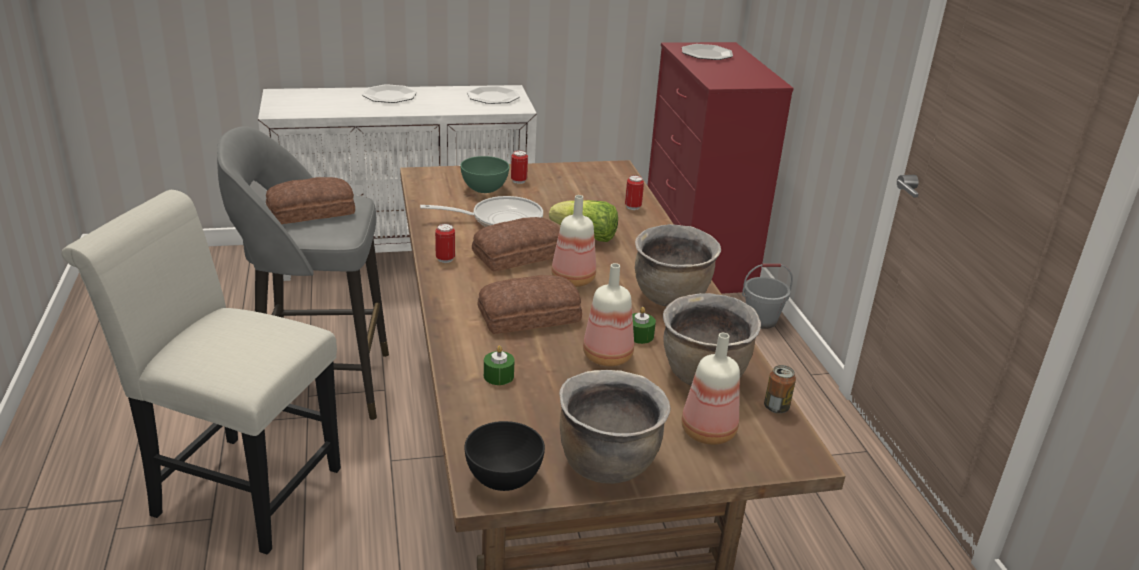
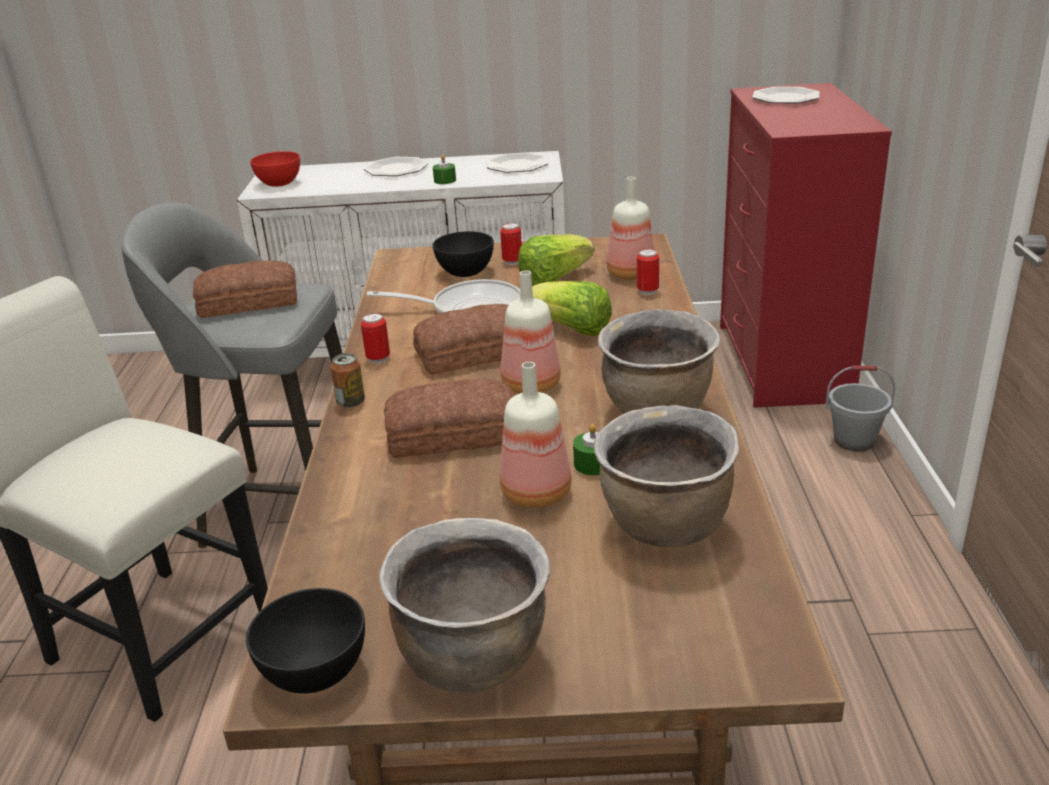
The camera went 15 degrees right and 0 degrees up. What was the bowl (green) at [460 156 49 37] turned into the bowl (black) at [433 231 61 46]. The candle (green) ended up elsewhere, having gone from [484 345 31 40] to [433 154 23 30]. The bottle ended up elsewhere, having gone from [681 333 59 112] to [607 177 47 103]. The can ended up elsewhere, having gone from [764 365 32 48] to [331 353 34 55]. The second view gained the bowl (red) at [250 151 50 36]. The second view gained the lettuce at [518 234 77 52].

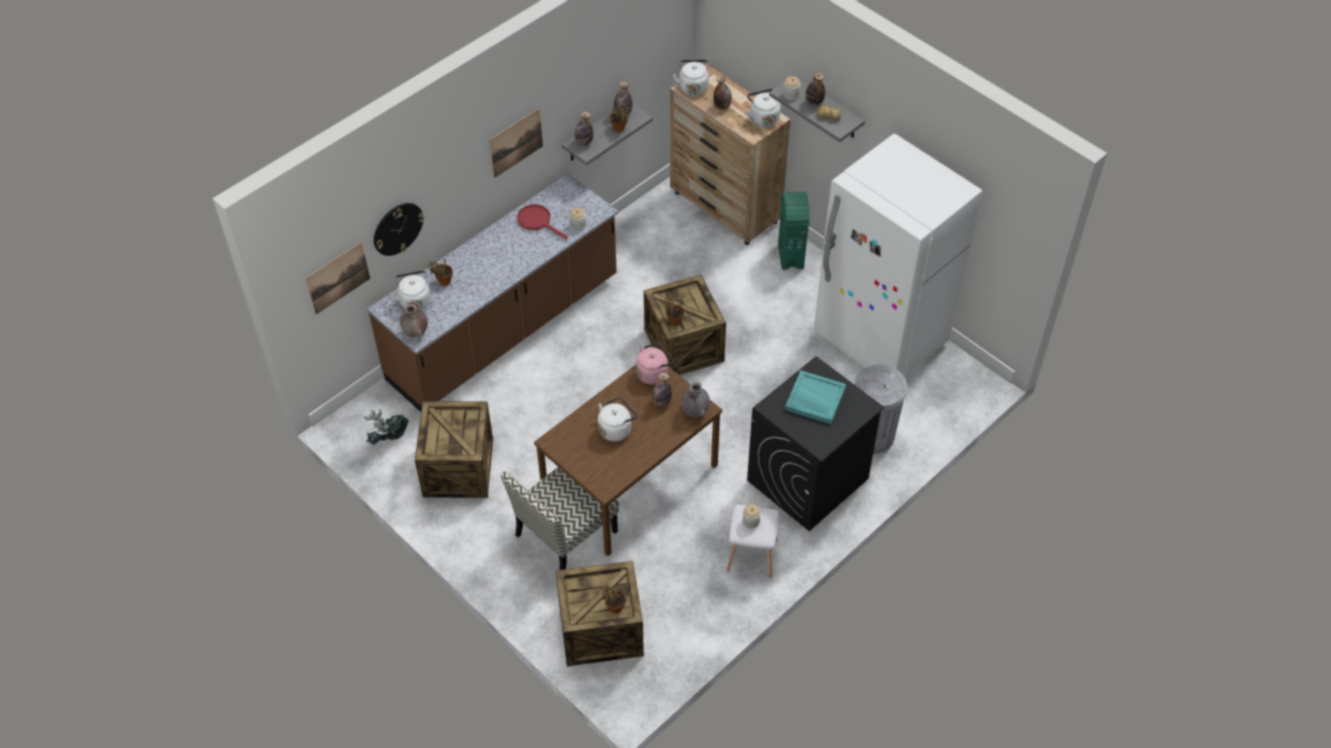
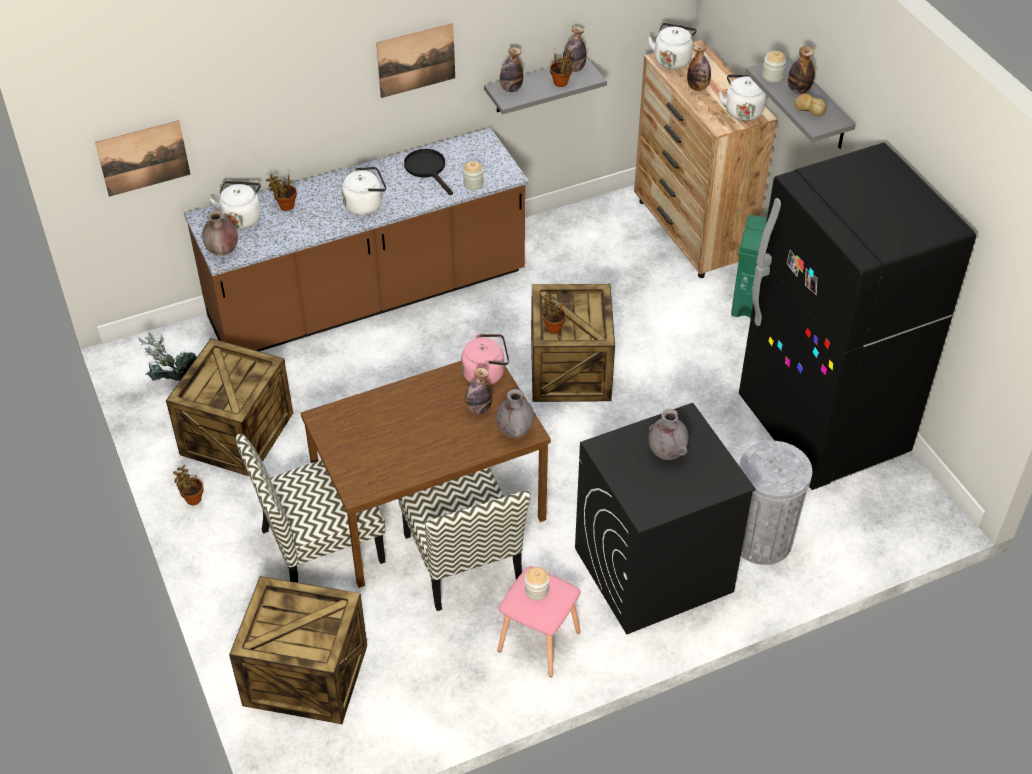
The camera went 20 degrees right and 5 degrees down. The second view lost the wall clock at [374 203 50 53]. What was the frying pan (red) at [517 204 51 35] turned into the frying pan (black) at [404 149 49 46]. The kettle (white) ended up elsewhere, having gone from [598 397 40 44] to [342 167 44 48]. The potted plant ended up elsewhere, having gone from [601 583 25 30] to [173 465 31 40]. What was the stool (white) at [726 504 53 74] turned into the stool (pink) at [497 566 84 111]. Where the tray (turquoise) stood at [785 370 61 54], the vase (grey) came to stand at [648 409 41 51]. What was the fridge (white) at [814 134 168 243] turned into the fridge (black) at [739 142 237 348]. The second view gained the chair at [398 467 133 144].

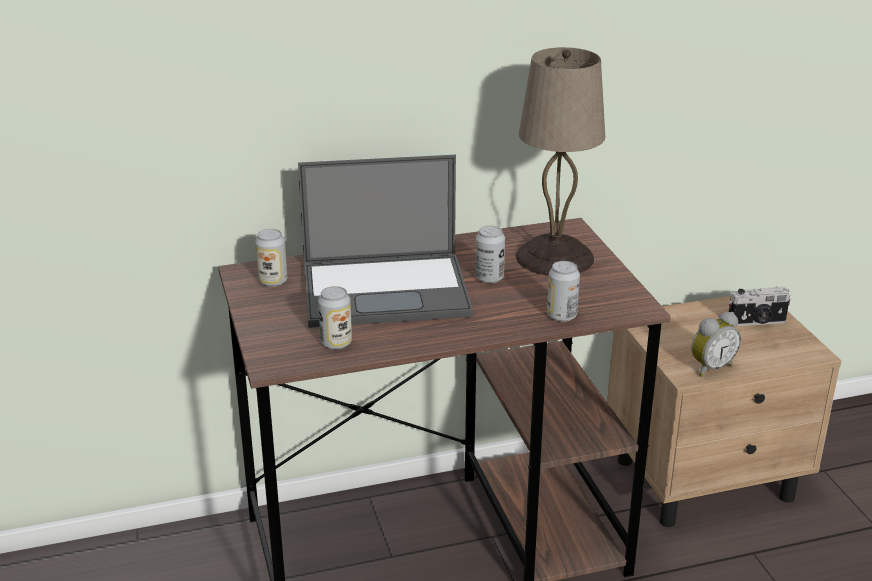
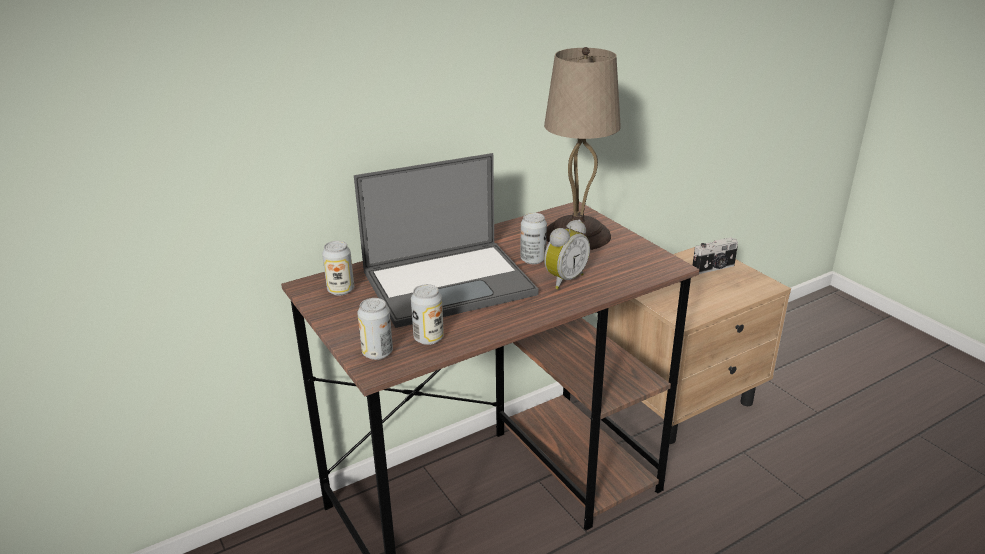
The camera went 15 degrees left and 0 degrees up. The can ended up elsewhere, having gone from [547 261 33 61] to [357 298 36 62]. The alarm clock ended up elsewhere, having gone from [691 312 50 65] to [544 220 46 69].

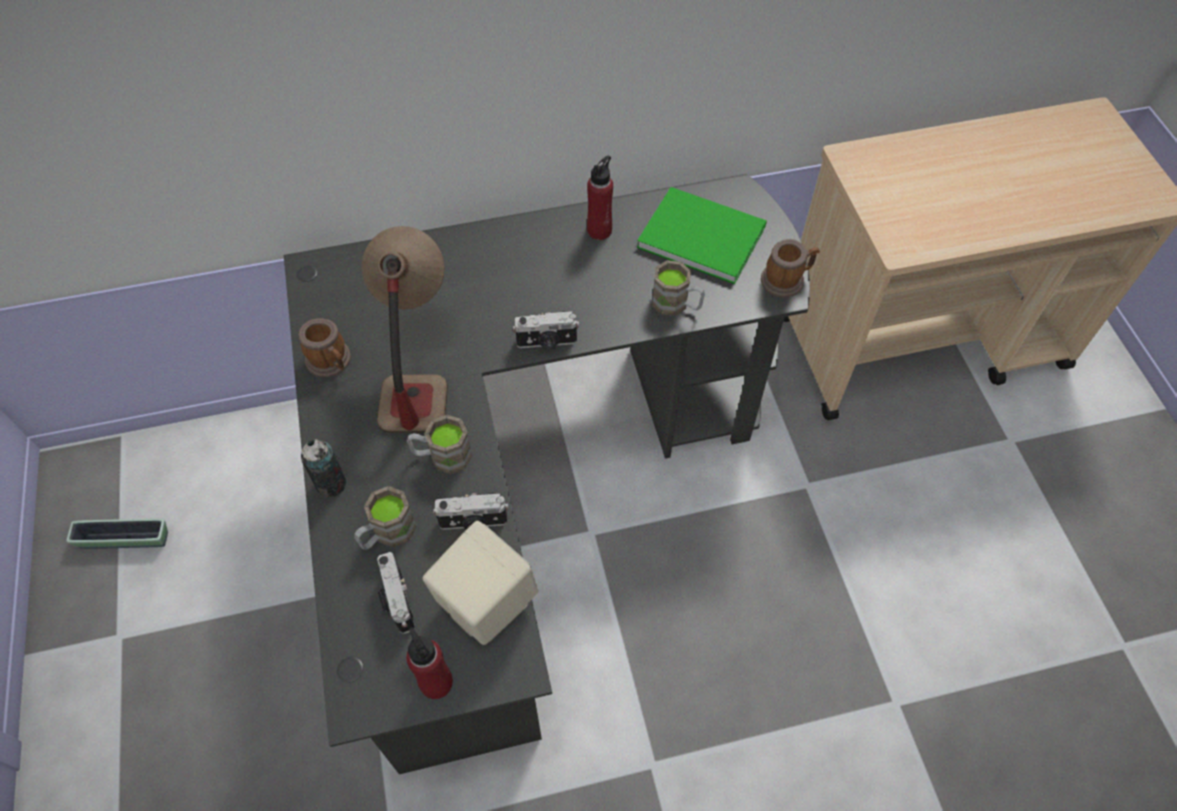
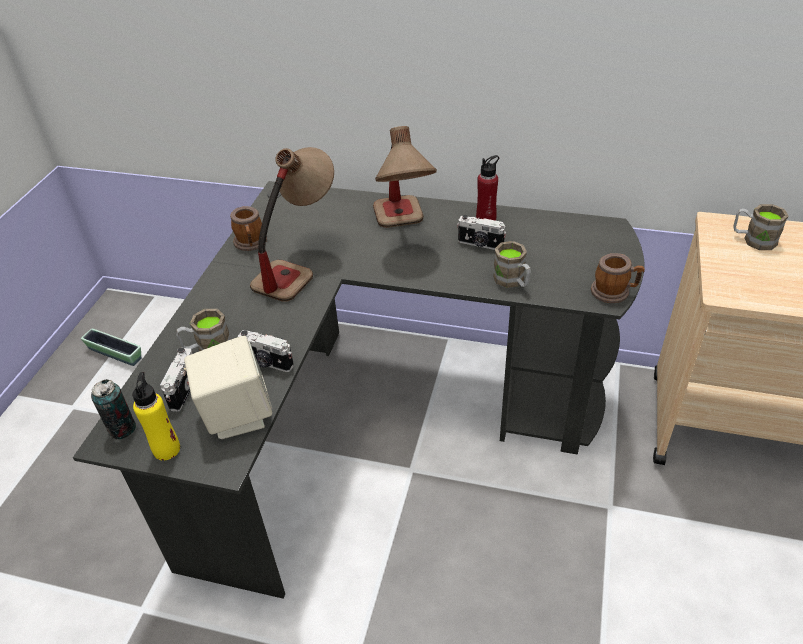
The camera went 30 degrees right and 15 degrees down. The can ended up elsewhere, having gone from [301 439 46 59] to [91 379 45 60]. What was the bottle (red) at [406 627 47 72] turned into the bottle (yellow) at [132 372 48 88]. The mug (brown) ended up elsewhere, having gone from [407 415 66 59] to [733 204 55 46]. The photo camera ended up elsewhere, having gone from [513 311 66 38] to [457 215 49 35]. The second view lost the book (green) at [637 187 130 97]. The second view gained the table lamp at [373 126 64 102].

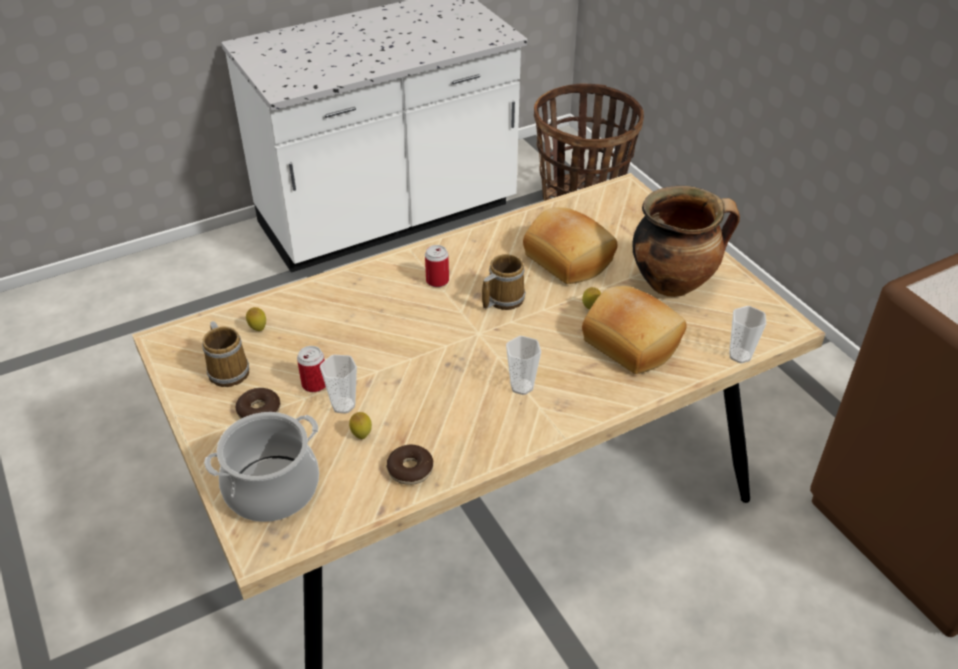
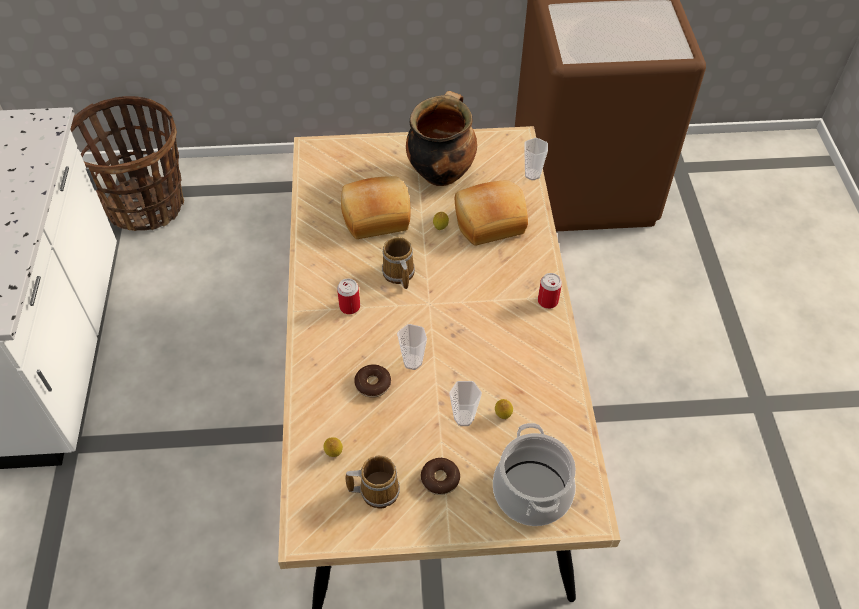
The camera went 65 degrees left and 10 degrees up. The can ended up elsewhere, having gone from [297 346 29 46] to [538 273 24 36]. The donut ended up elsewhere, having gone from [387 445 46 40] to [354 364 37 34]. The cup ended up elsewhere, having gone from [506 336 35 59] to [397 324 30 46].

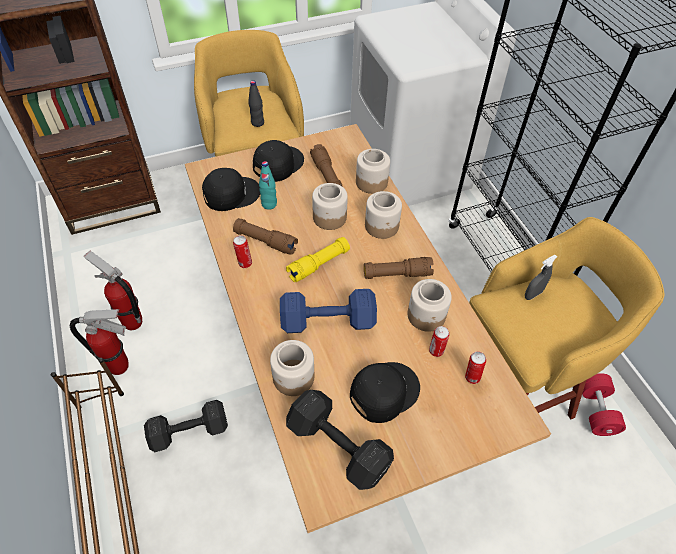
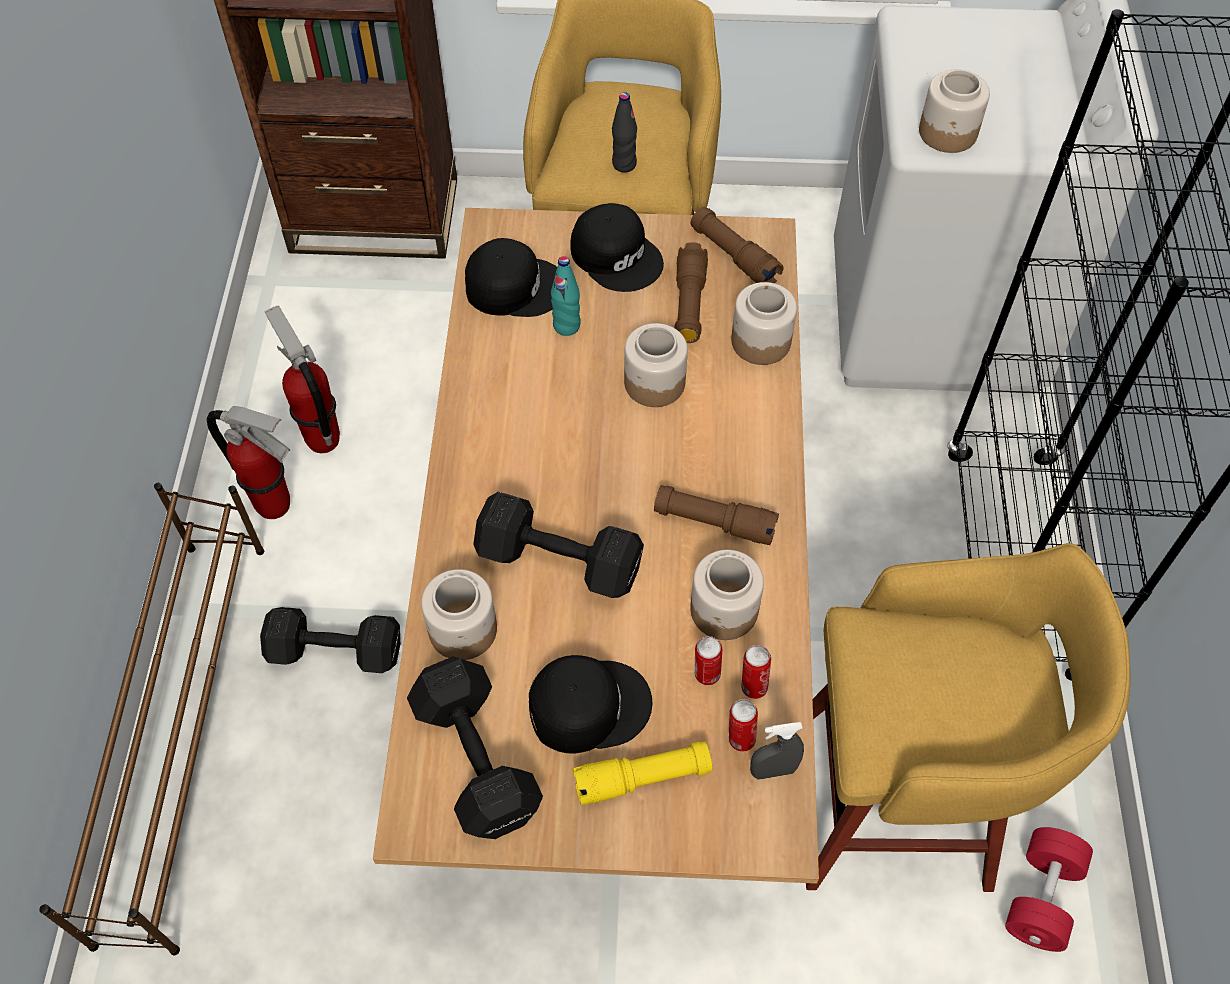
The camera went 25 degrees right and 5 degrees up. The flashlight (brown) ended up elsewhere, having gone from [233 218 65 37] to [691 207 93 76]. The can ended up elsewhere, having gone from [233 235 19 33] to [741 645 30 54]. The cap (black) at [253 140 51 42] ended up facing another way, 75 degrees clockwise from before. What was the dumbbell (blue) at [280 289 97 44] turned into the dumbbell (black) at [473 492 171 106]. The flashlight (yellow) ended up elsewhere, having gone from [286 237 64 45] to [573 741 139 64]. The jar ended up elsewhere, having gone from [365 191 37 48] to [919 69 71 84]. The spray bottle (grey) ended up elsewhere, having gone from [525 255 32 45] to [750 722 54 57].

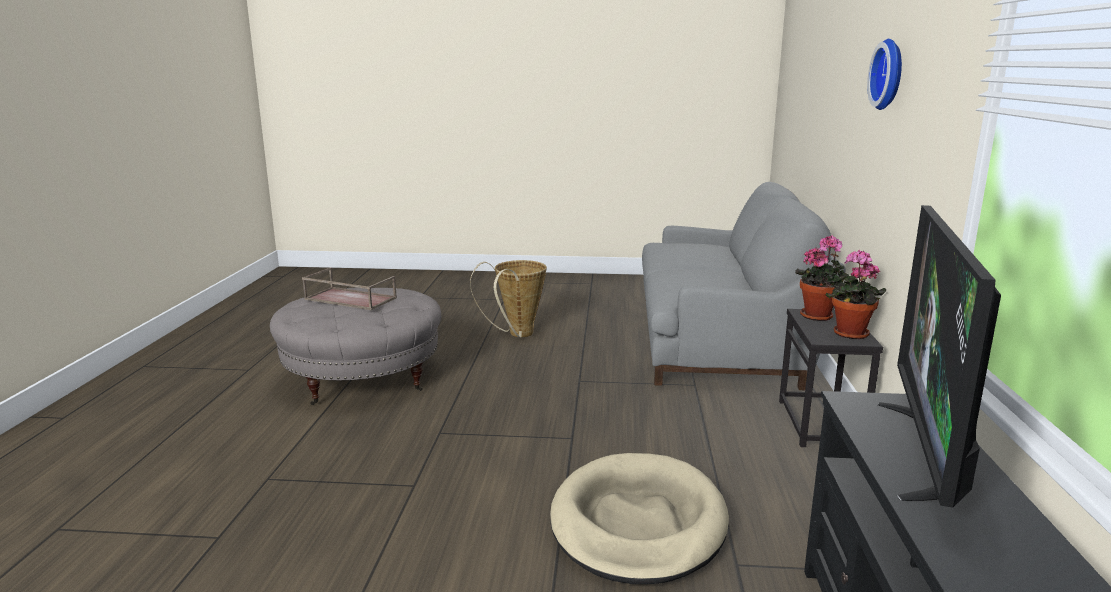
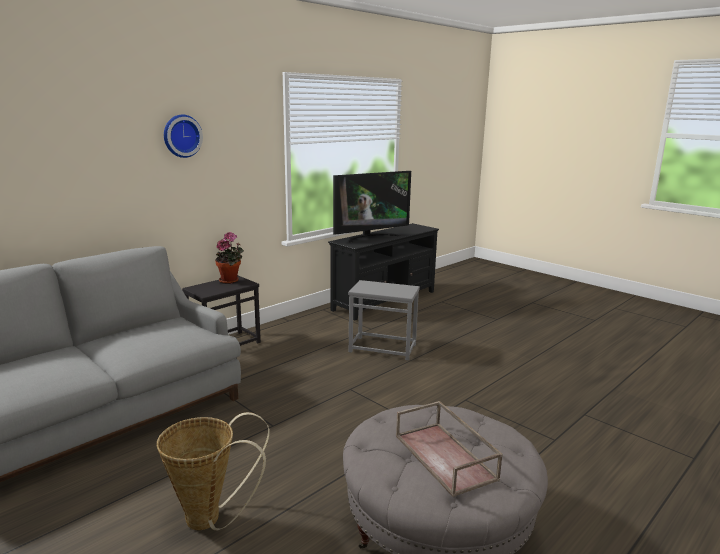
The camera went 140 degrees left and 0 degrees up. Where the dog bed (beige) stood at [550 453 179 131], the side table (grey) came to stand at [348 280 72 81]. The second view lost the potted plant at [795 235 54 86].

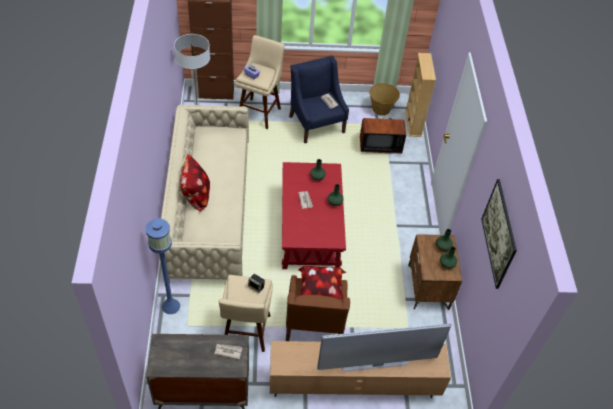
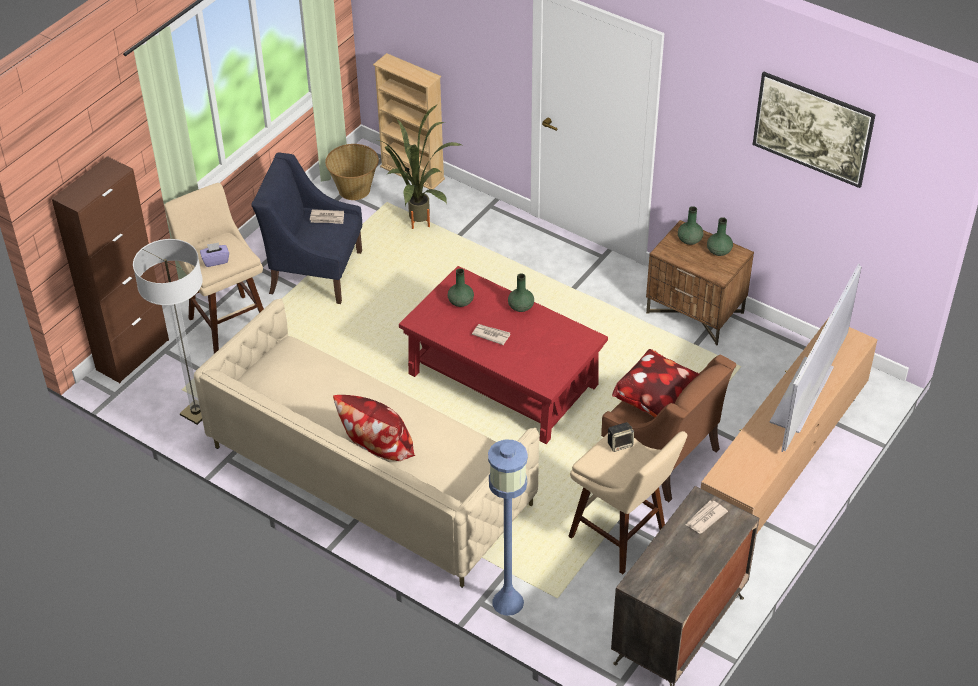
The camera went 50 degrees left and 5 degrees down. Where the television stood at [360 106 46 48], the potted plant came to stand at [378 104 84 125].

